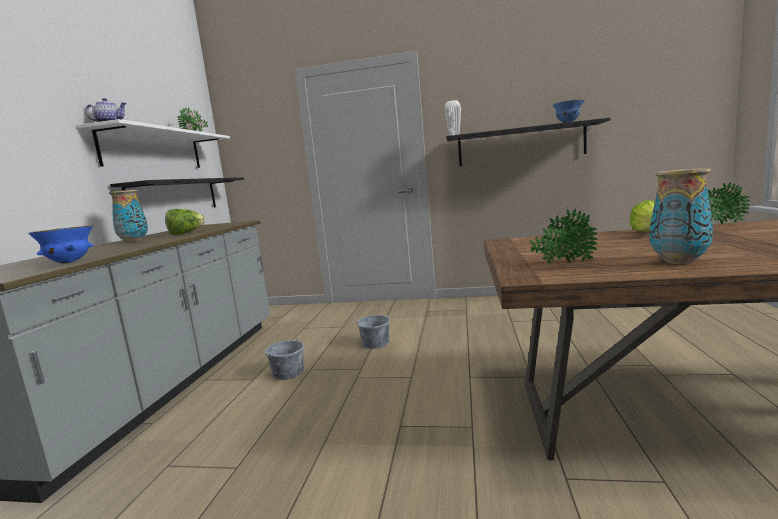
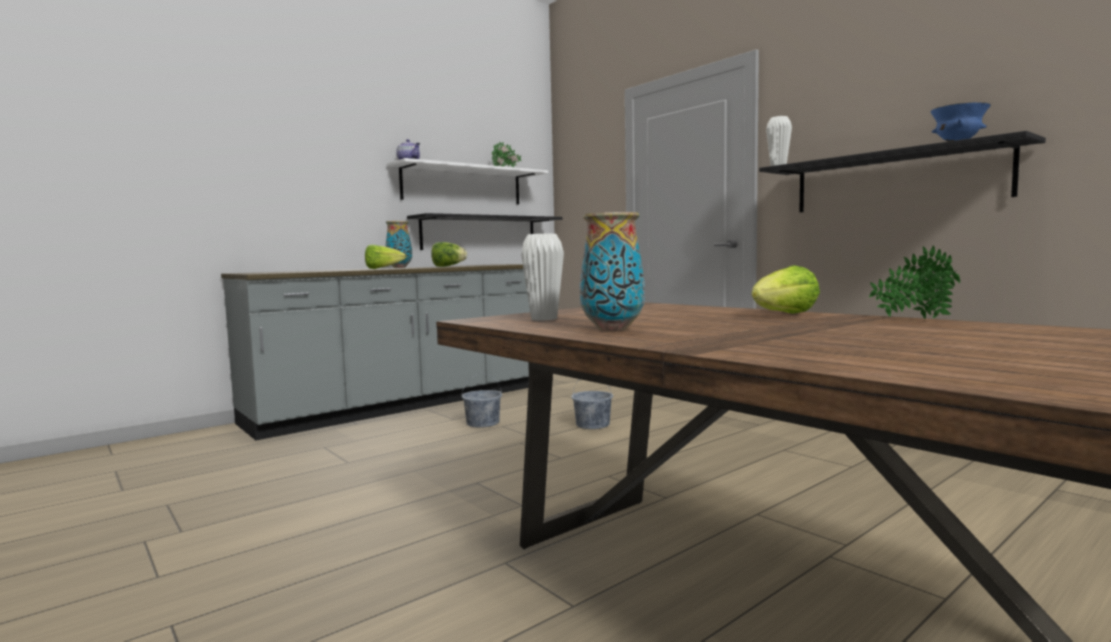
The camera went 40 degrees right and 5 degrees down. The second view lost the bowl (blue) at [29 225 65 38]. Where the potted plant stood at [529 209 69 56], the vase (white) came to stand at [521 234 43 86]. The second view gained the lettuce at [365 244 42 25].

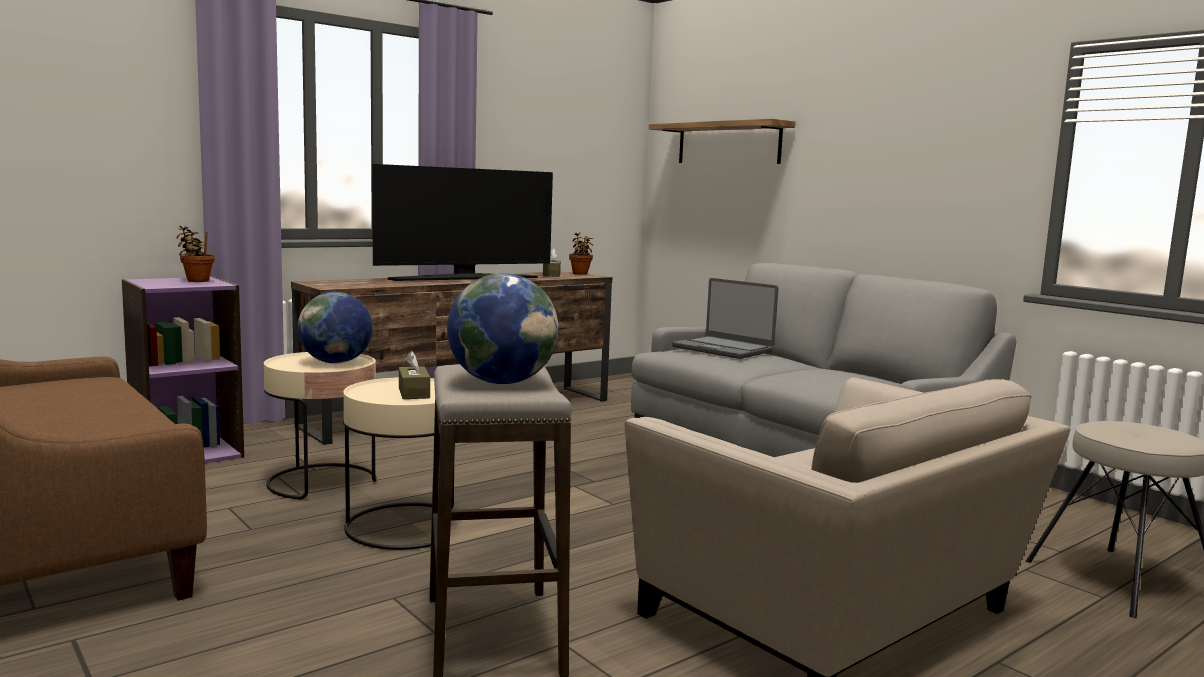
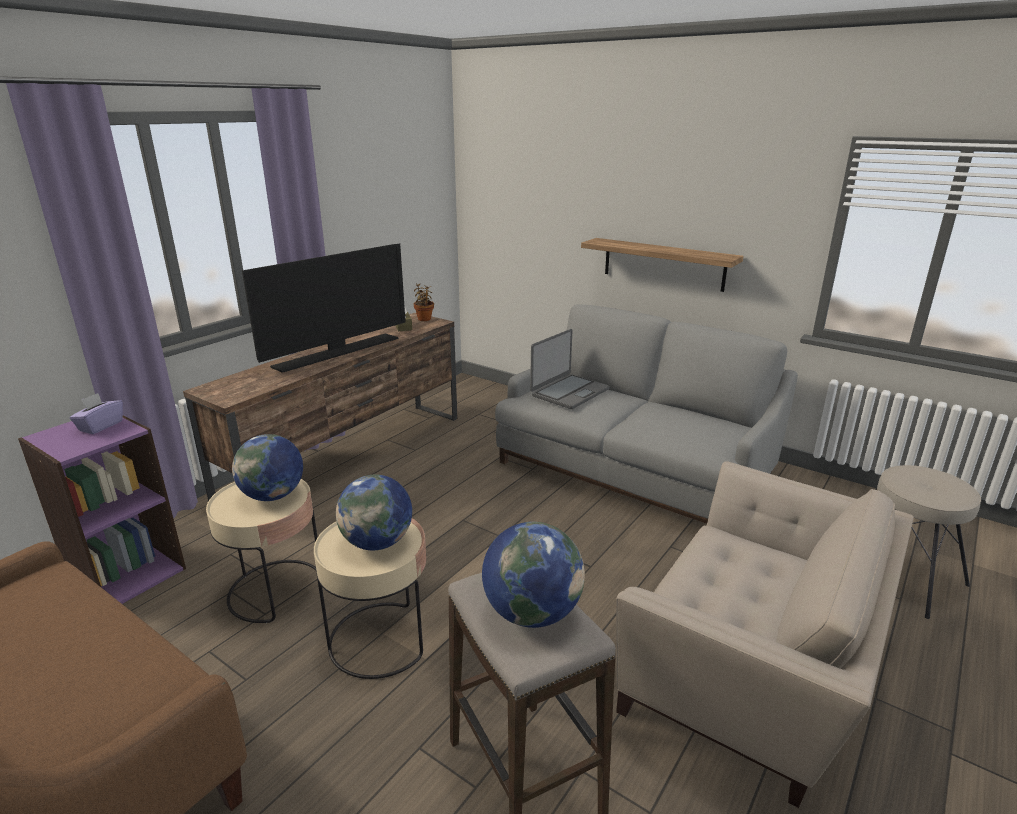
The camera went 15 degrees left and 15 degrees up. Where the potted plant stood at [176 225 39 57], the tissue box (purple) came to stand at [69 393 54 41]. Where the tissue box (brown) stood at [399 351 31 48], the globe came to stand at [336 474 76 76]. The shelf ended up elsewhere, having gone from [649 118 147 46] to [581 238 163 54]. The laptop at [672 278 107 81] ended up facing another way, 75 degrees counterclockwise from before.

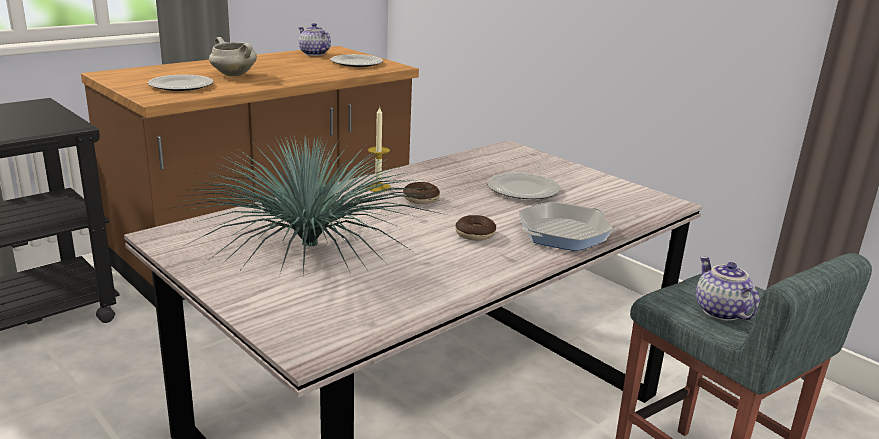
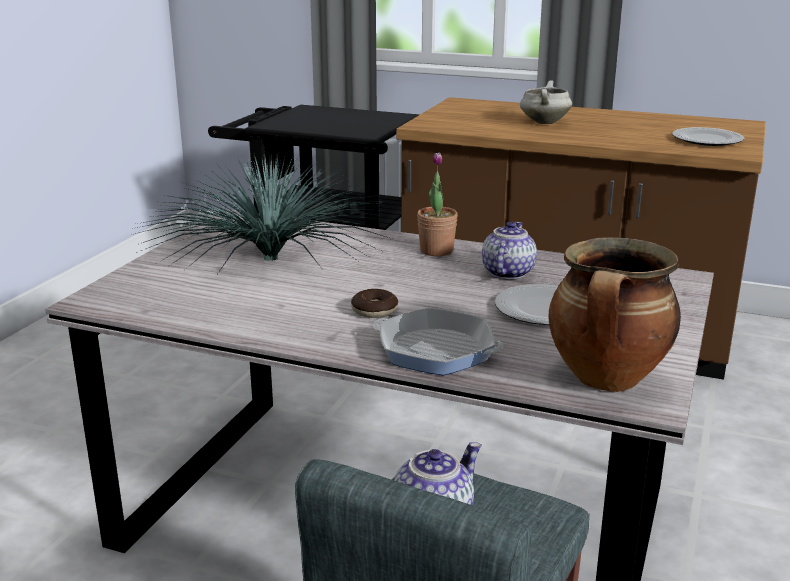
The camera went 65 degrees right and 0 degrees up. The second view lost the plate at [148 75 65 16]. The teapot ended up elsewhere, having gone from [299 23 32 33] to [482 222 55 57]. Where the candle stood at [366 106 25 86], the potted plant came to stand at [417 152 41 104]. The second view lost the donut at [403 182 37 22]. The second view gained the cooking pot at [549 237 132 155].

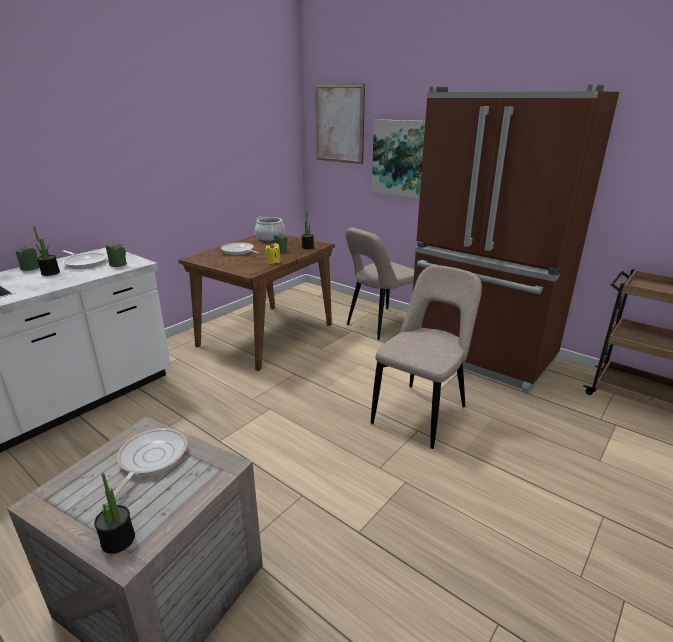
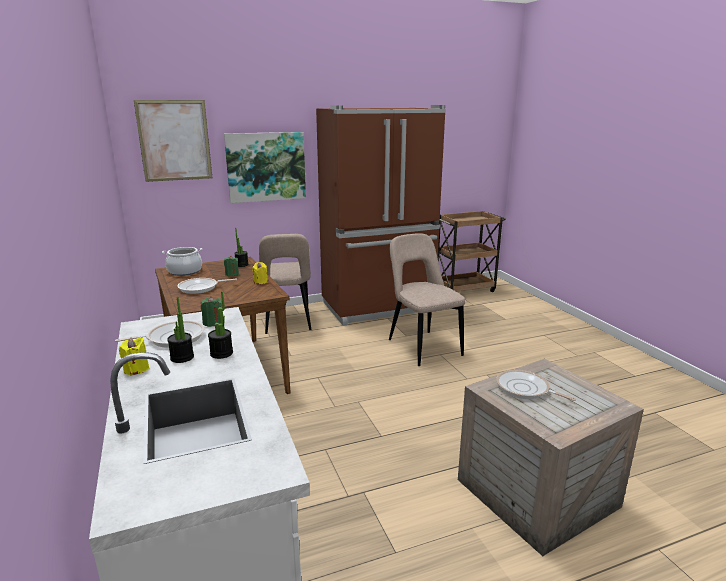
The camera went 60 degrees left and 5 degrees down. What was the candle (green) at [16 245 24 26] turned into the candle (yellow) at [119 337 30 38]. The potted plant ended up elsewhere, having gone from [94 472 41 82] to [208 291 25 68].

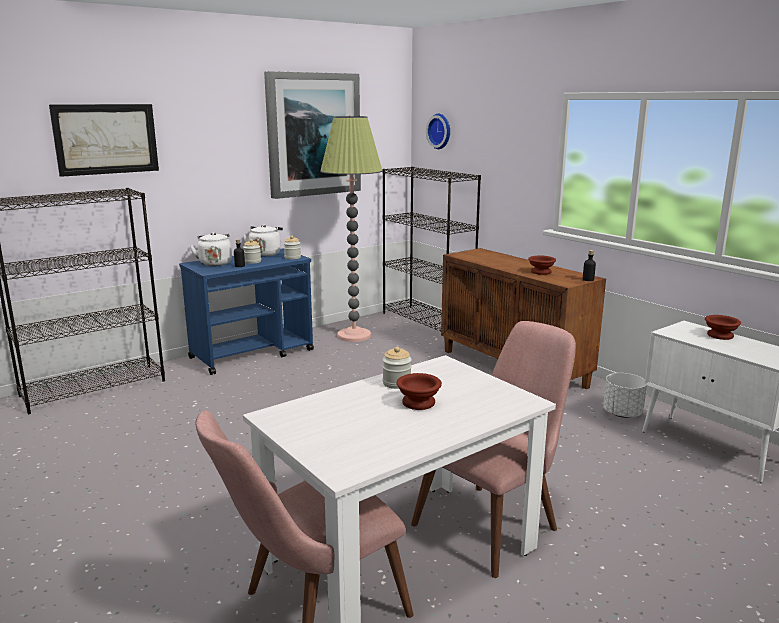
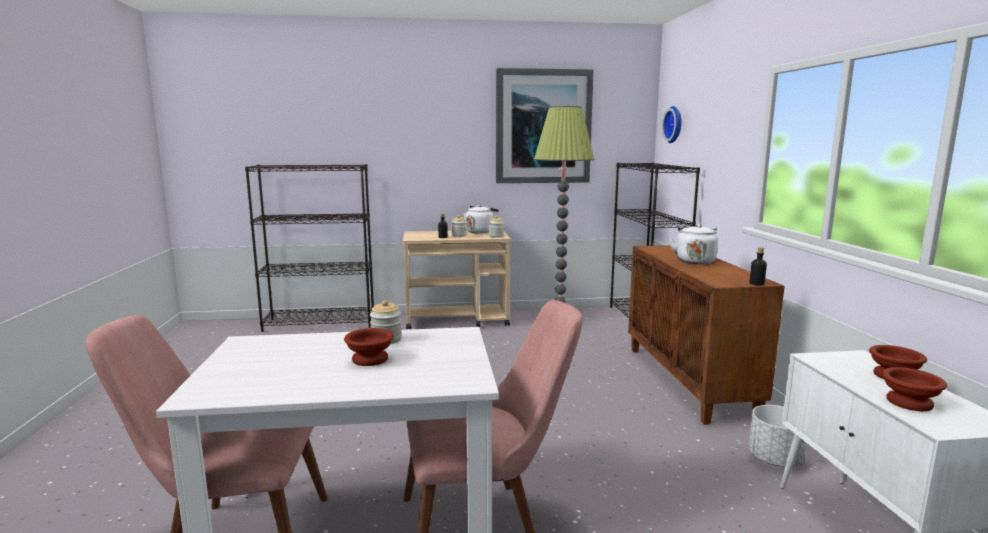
The camera went 30 degrees right and 5 degrees down. The second view lost the picture at [49 104 110 73]. What was the cart (blue) at [179 249 135 126] turned into the cart (beige) at [403 230 108 100]. The kettle (white) ended up elsewhere, having gone from [190 232 42 34] to [669 224 49 40]. The bowl (brown) ended up elsewhere, having gone from [528 256 28 19] to [882 367 65 44].

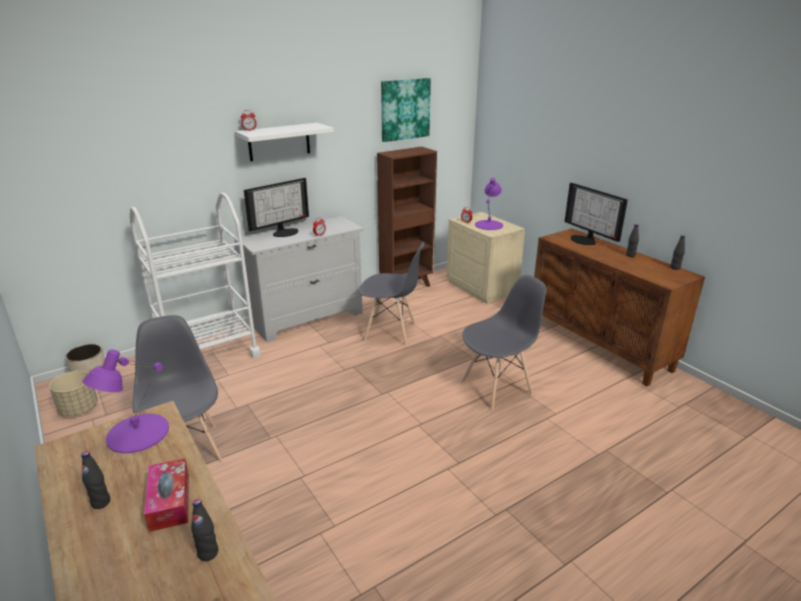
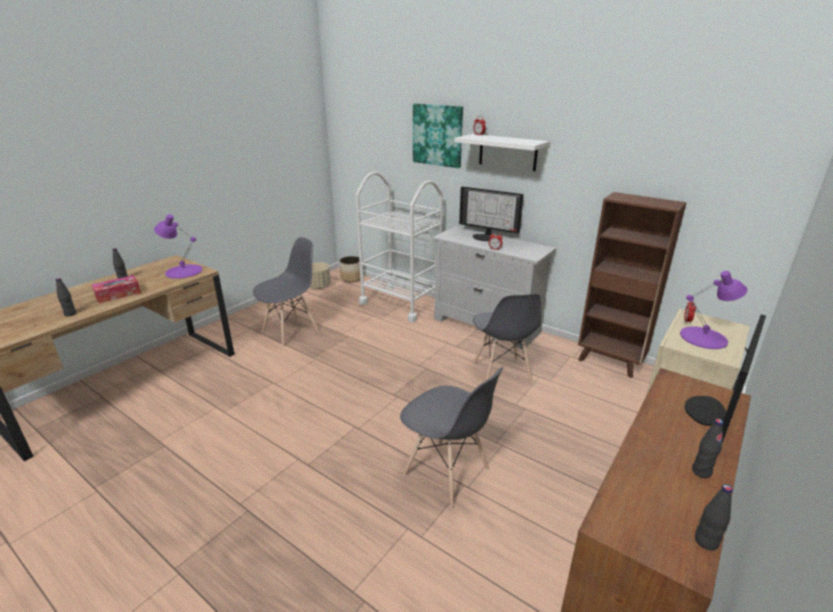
The camera went 70 degrees right and 0 degrees up. The picture ended up elsewhere, having gone from [381 78 50 64] to [413 103 50 65].

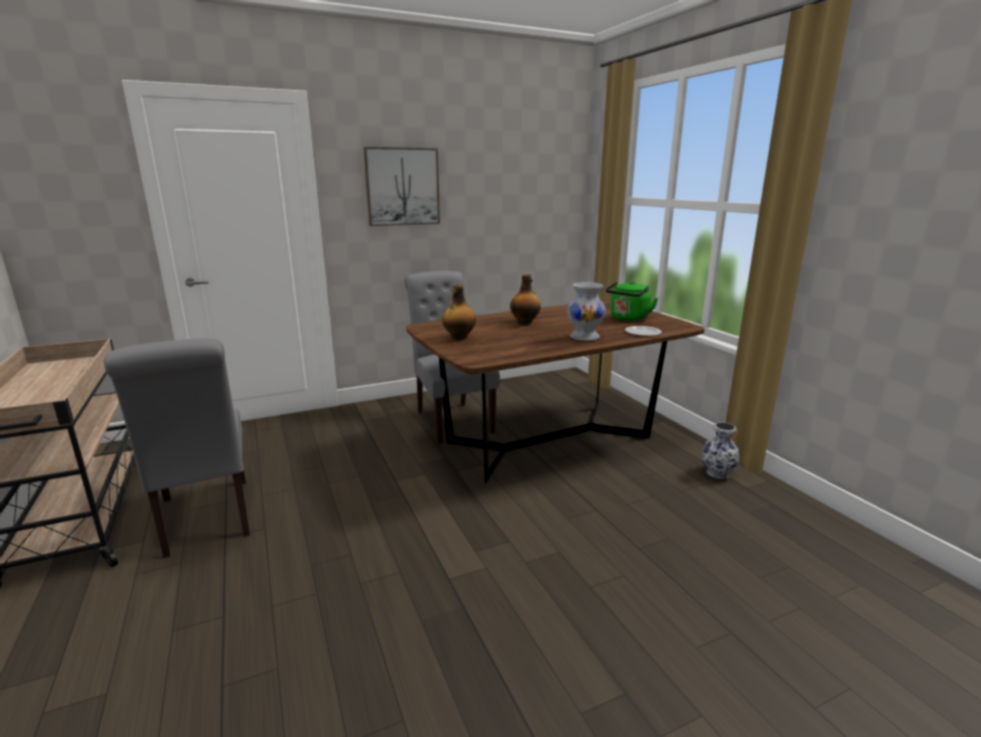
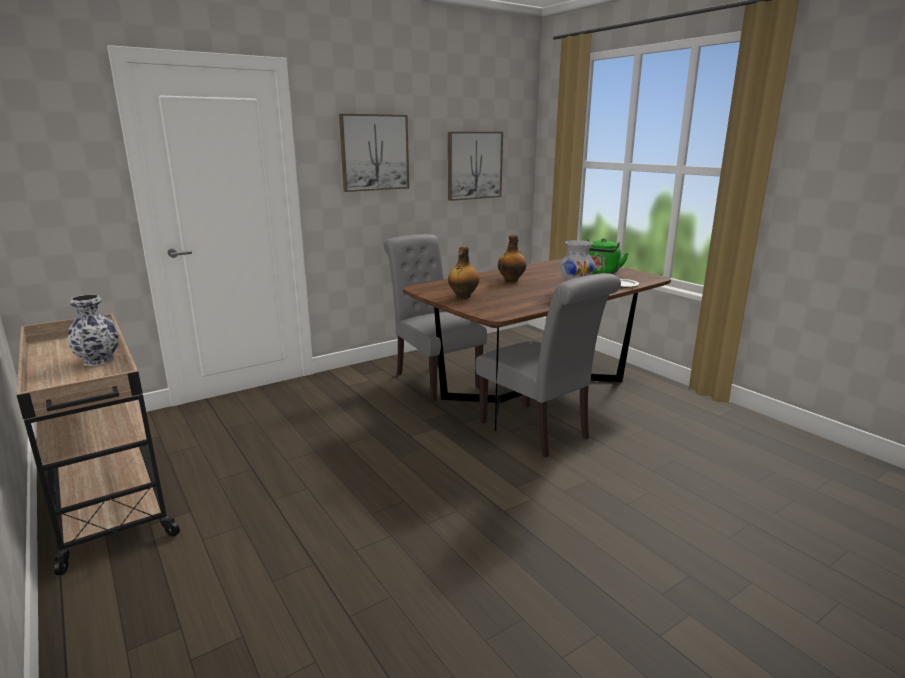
The camera went 10 degrees left and 0 degrees up. The chair (grey) ended up elsewhere, having gone from [104 338 146 220] to [476 273 145 185]. The vase ended up elsewhere, having gone from [702 422 37 57] to [68 294 50 72]. The second view gained the picture at [448 132 55 69].

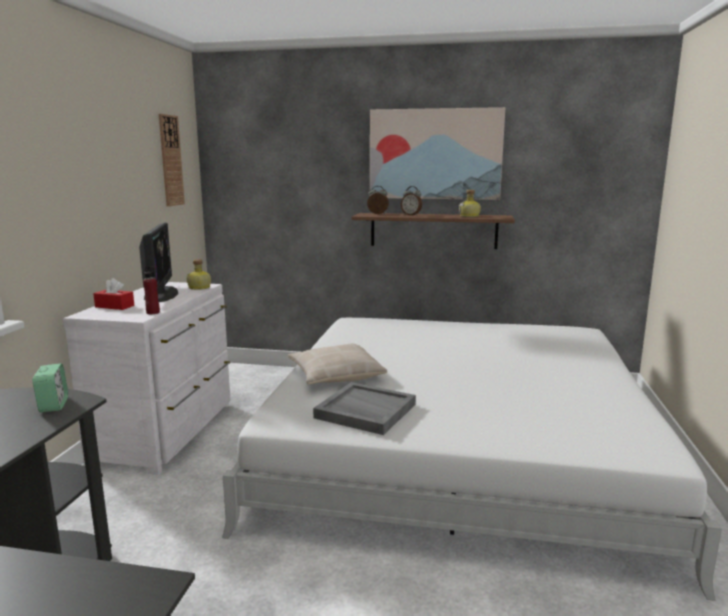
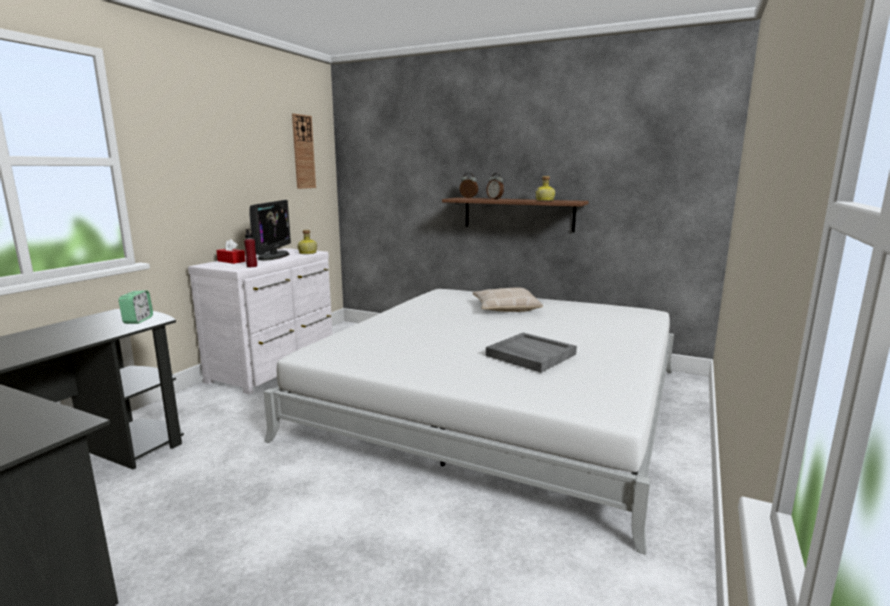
The camera went 15 degrees right and 0 degrees up. The pillow (beige) ended up elsewhere, having gone from [288 343 99 41] to [473 288 70 24]. The tray (grey) ended up elsewhere, having gone from [313 382 103 53] to [486 333 91 40]. The second view lost the picture at [370 107 135 93].

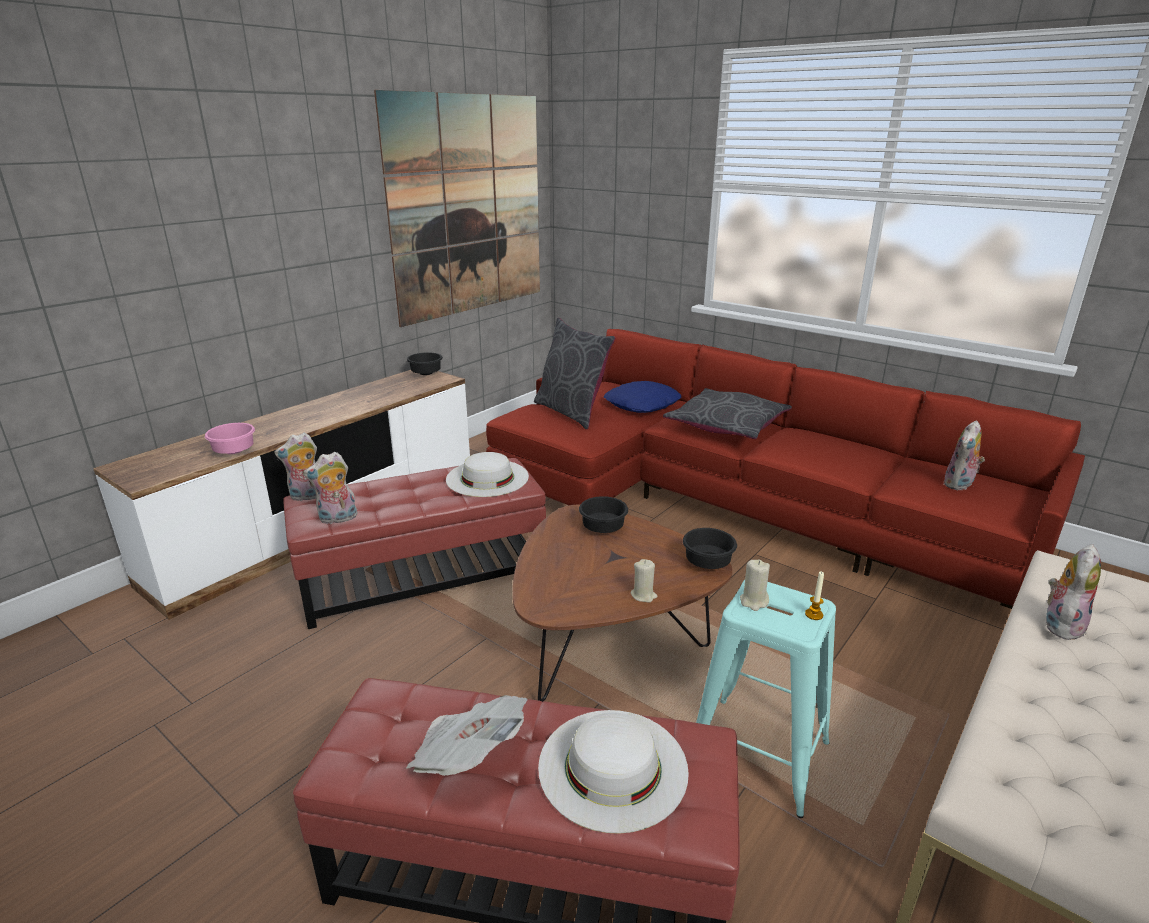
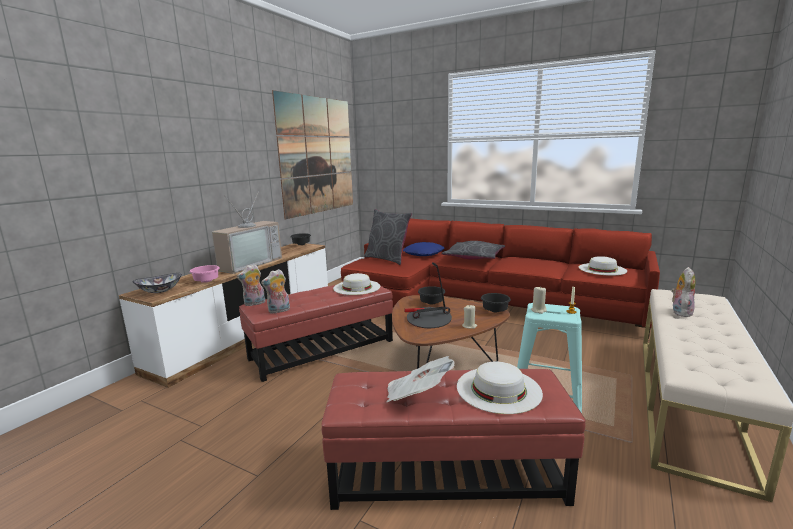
The camera went 10 degrees left and 10 degrees down. Where the plush toy stood at [943 420 42 70], the hat (white) came to stand at [579 256 48 20]. The second view gained the bowl at [133 273 49 20]. The second view gained the television at [212 191 70 83]. The second view gained the table lamp at [404 262 48 66].

